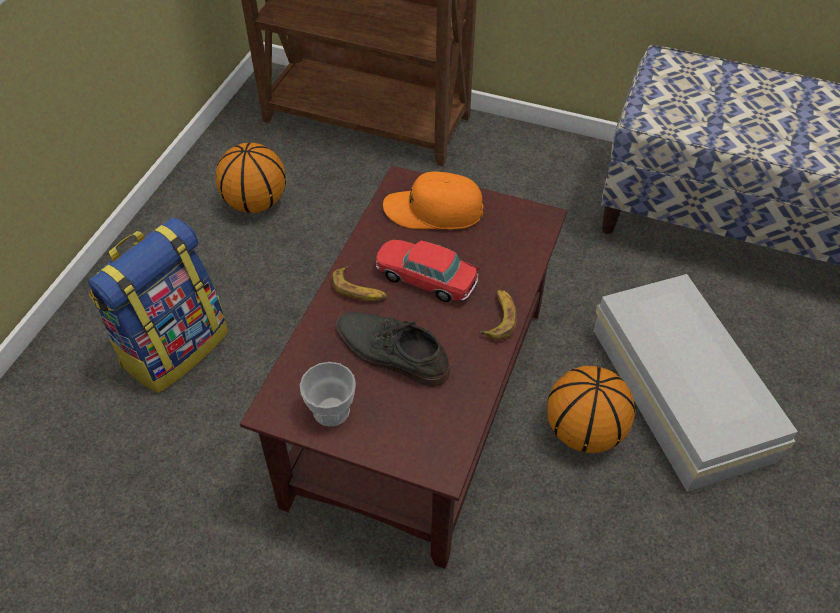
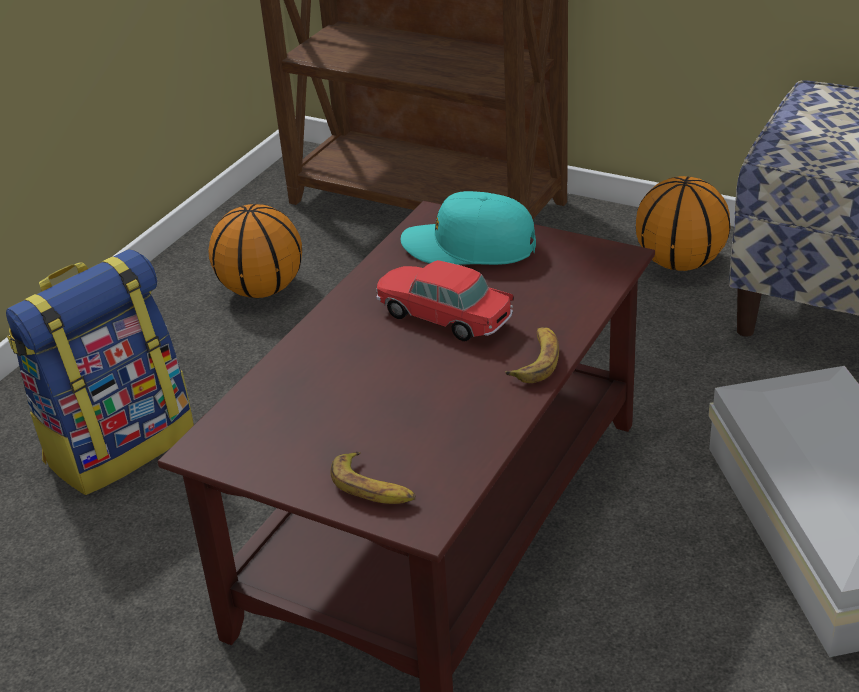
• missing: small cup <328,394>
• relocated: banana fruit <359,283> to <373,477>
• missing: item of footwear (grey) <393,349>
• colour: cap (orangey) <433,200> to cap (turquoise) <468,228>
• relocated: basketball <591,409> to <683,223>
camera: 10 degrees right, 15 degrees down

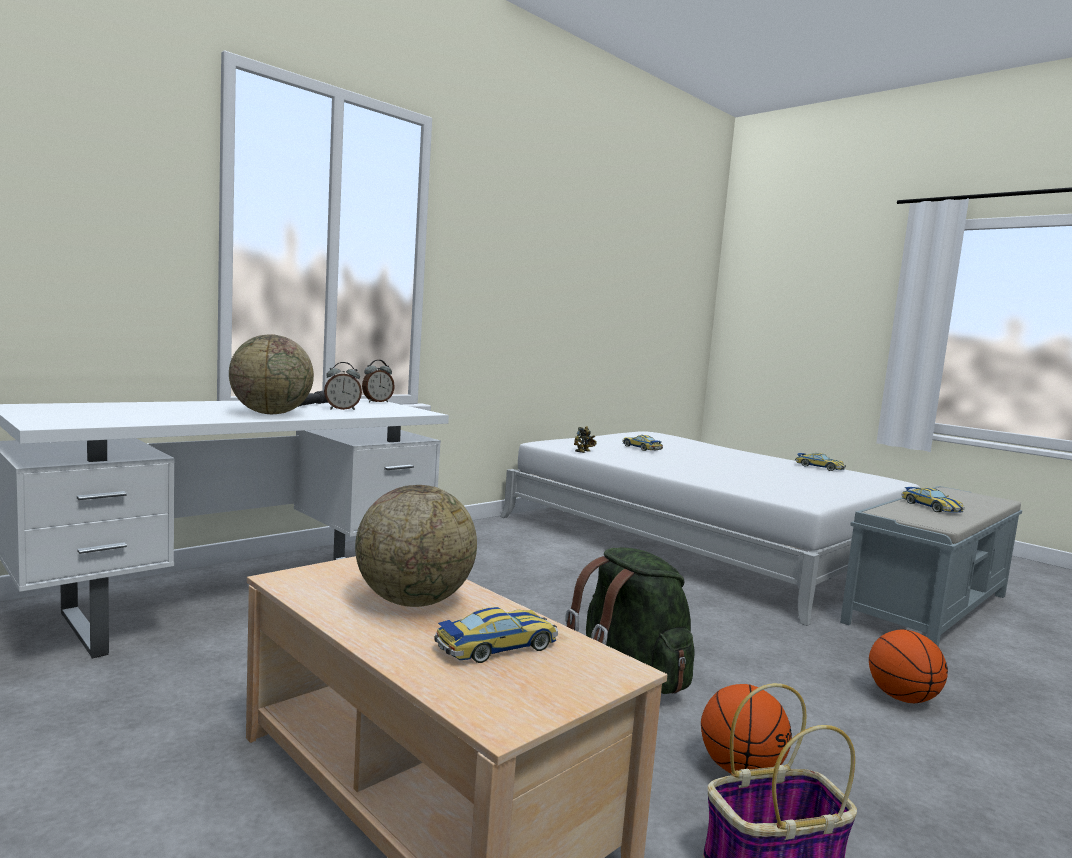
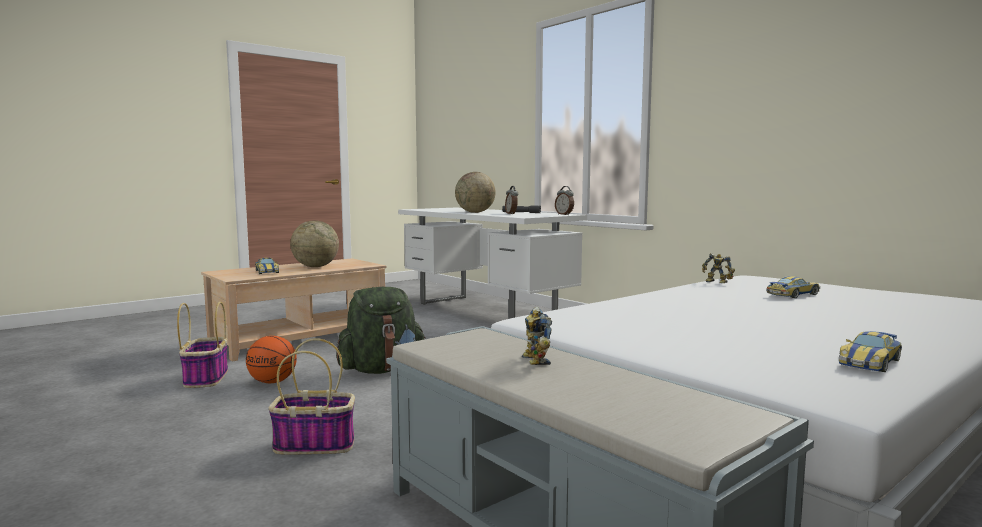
• exchanged: basketball <908,666> to storage basket <312,396>
• exchanged: toy car <933,499> to robot figure <537,336>
camera: 95 degrees right, 0 degrees up

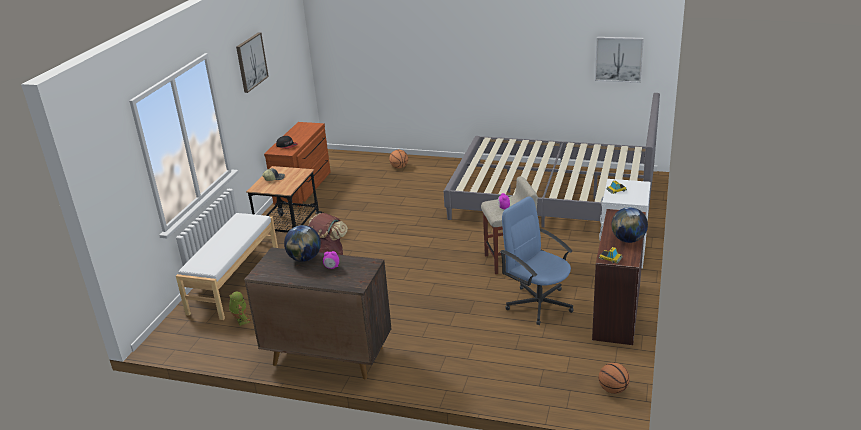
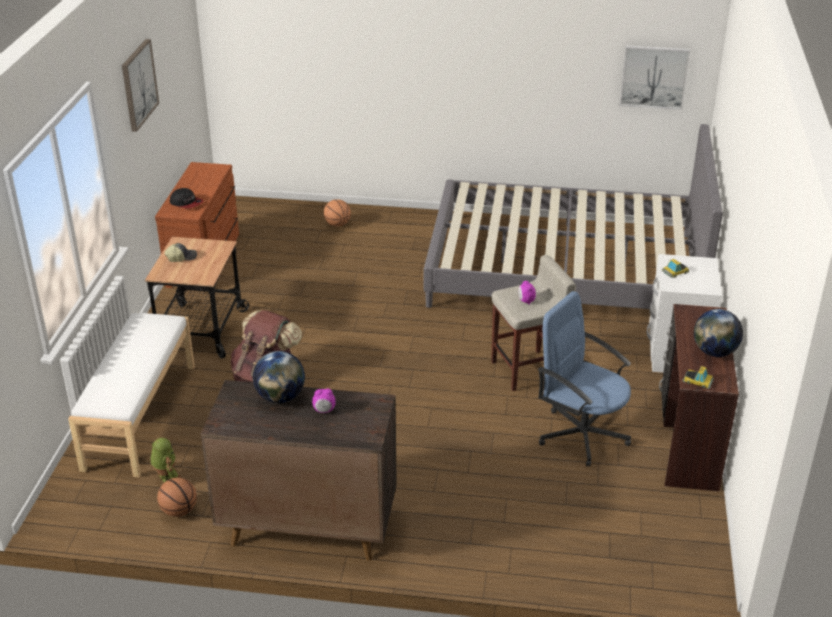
• relocated: basketball <614,378> to <177,497>
camera: 10 degrees left, 5 degrees up

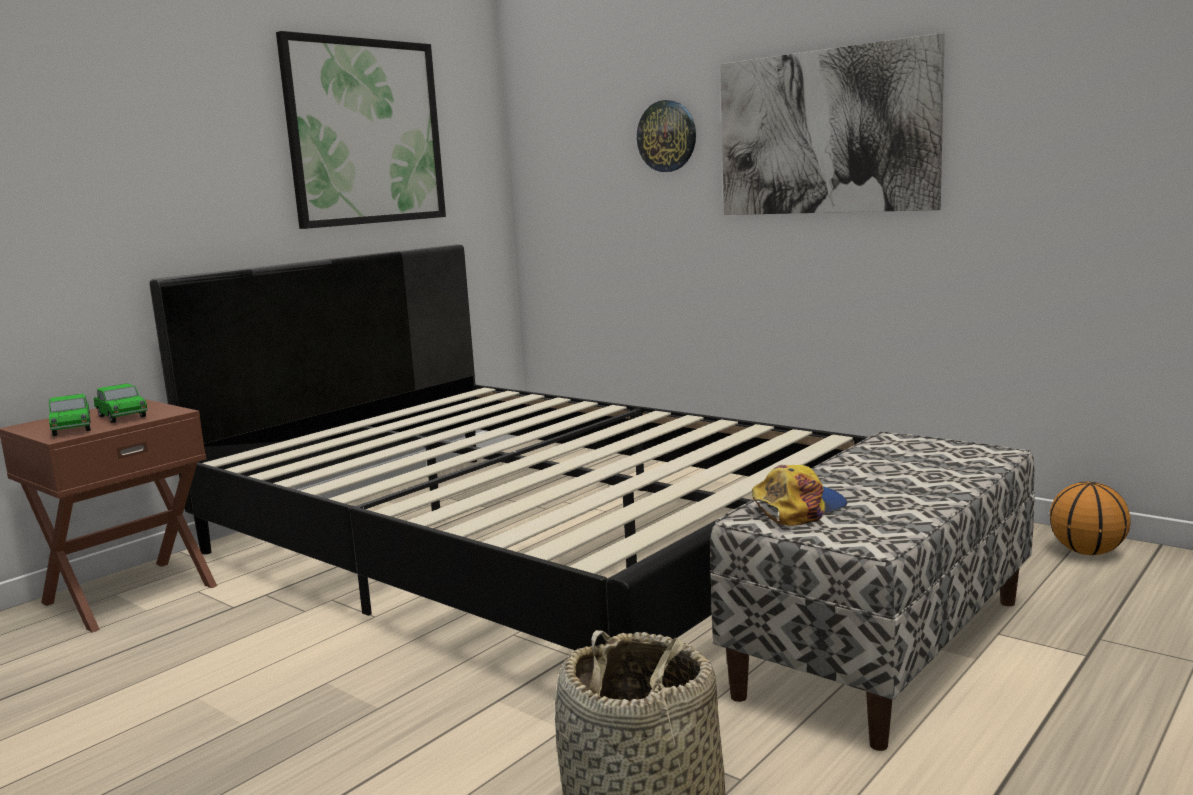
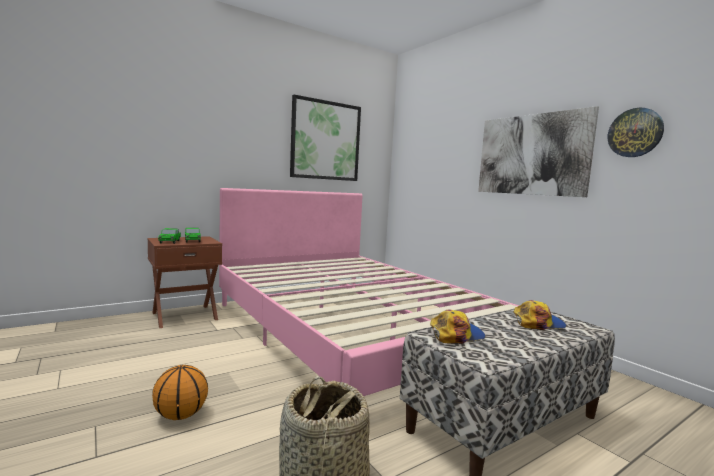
• colour: bed (blackish) <508,447> to bed (pink-coloured) <369,292>
• relocated: hanging clock <666,136> to <636,132>
• relocated: basketball <1090,518> to <180,392>
• appeared: cap <540,315>
camera: 15 degrees right, 5 degrees down

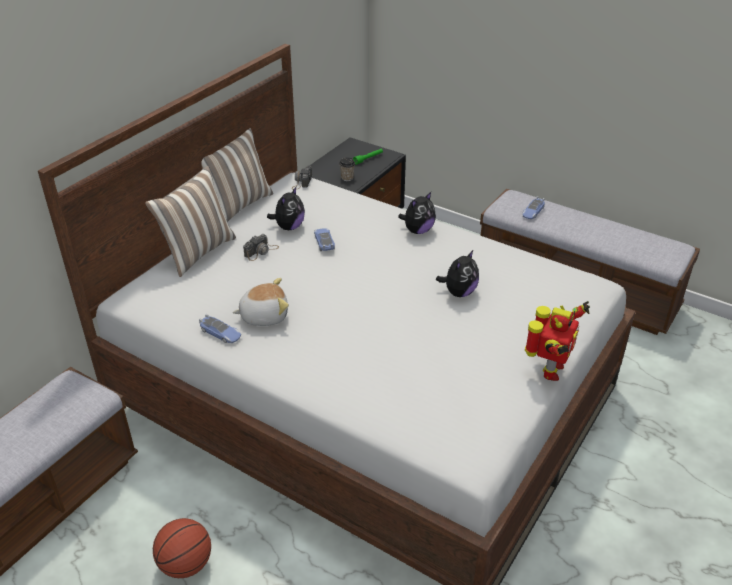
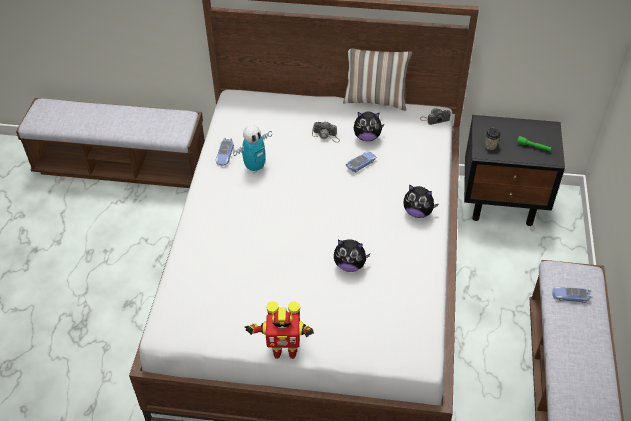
• missing: cushion <190,221>
• missing: basketball <182,548>
• exchanged: plush toy <260,302> to robot figure <252,149>
camera: 65 degrees right, 10 degrees up

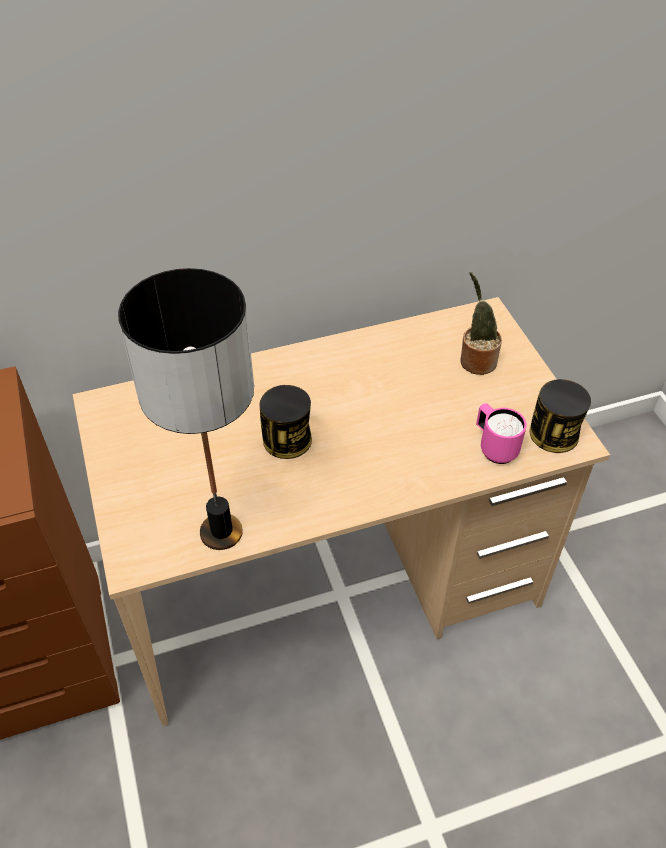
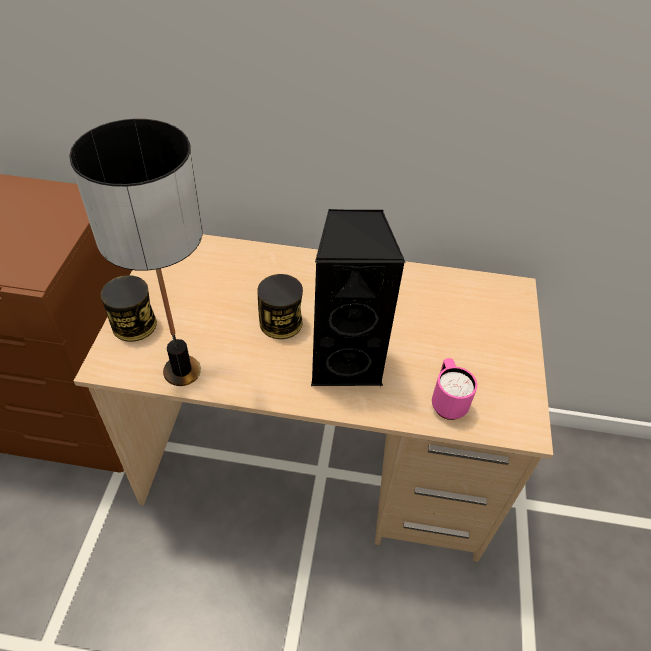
• missing: houseplant <481,323>
• relocated: can <560,416> to <129,308>
• appeared: speaker (blackish) <358,298>
camera: 25 degrees right, 0 degrees up

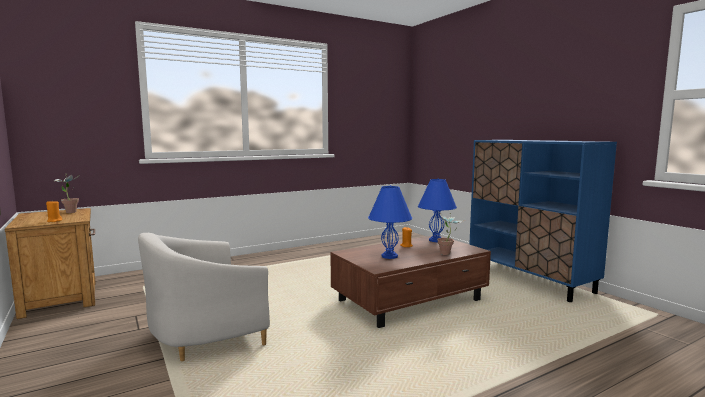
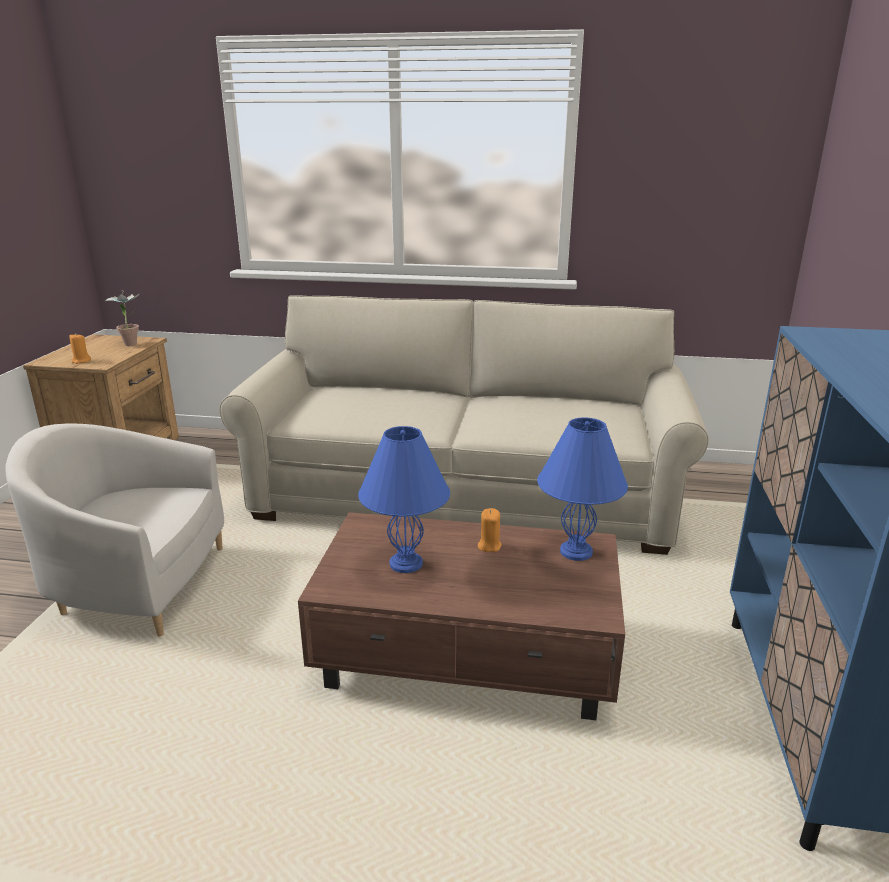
• missing: houseplant <451,233>
• appeared: sofa (beige) <464,425>
camera: 40 degrees right, 15 degrees up

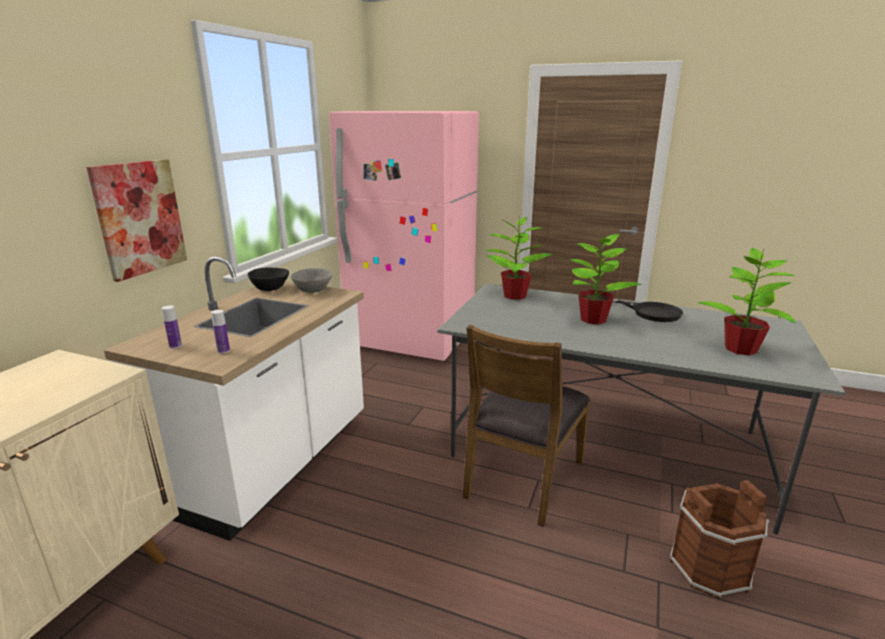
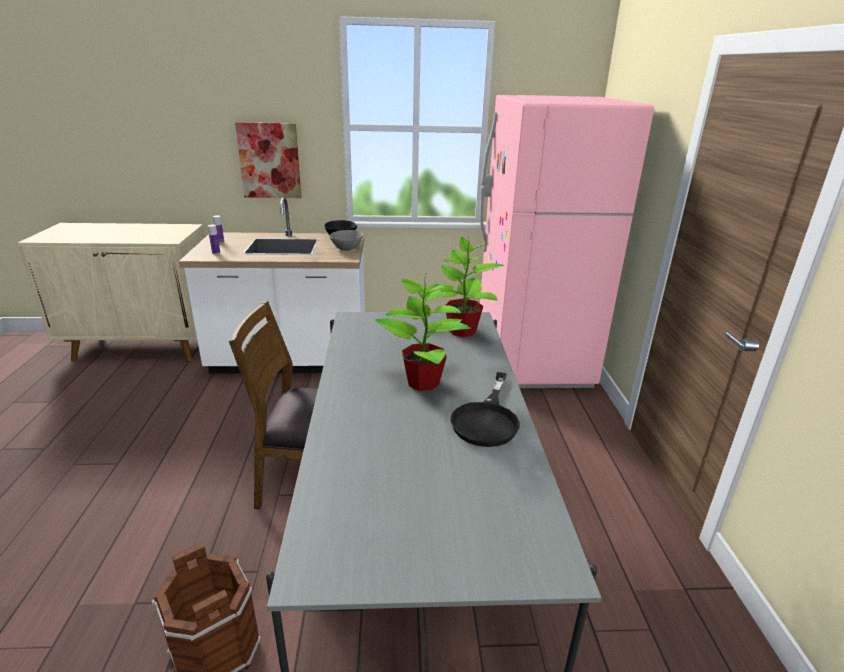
• missing: houseplant <747,301>
camera: 65 degrees right, 5 degrees up

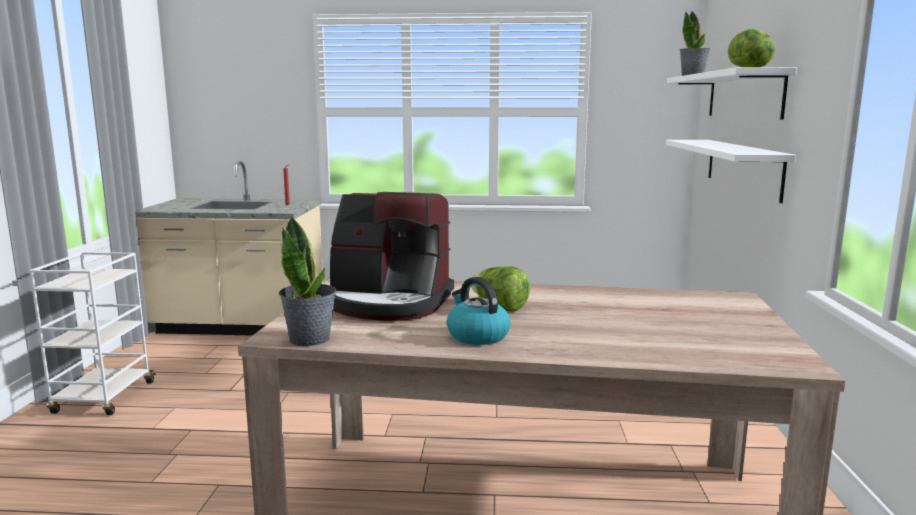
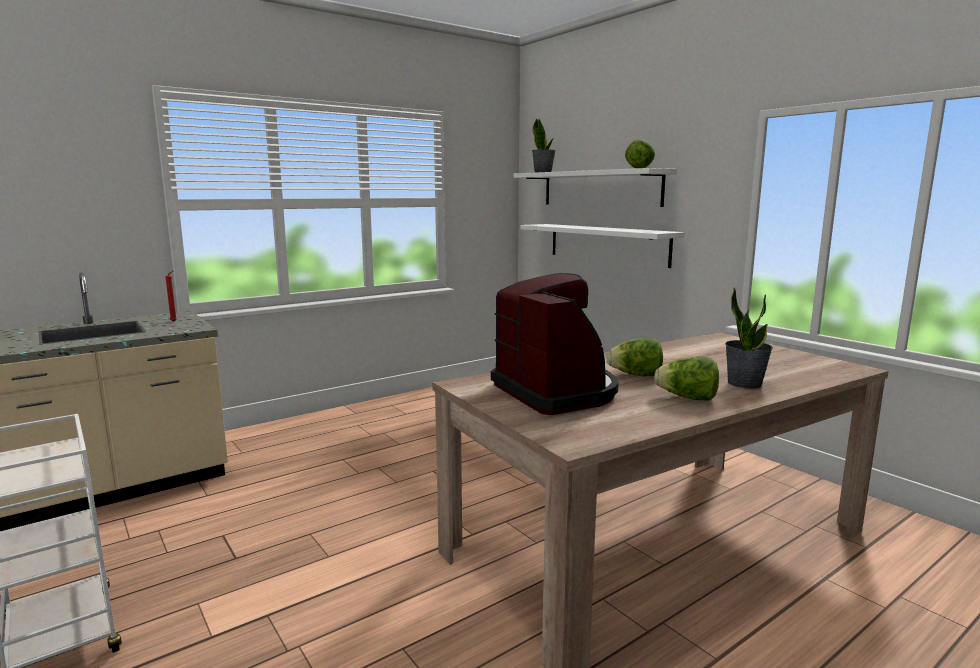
• relocated: houseplant <307,280> to <749,338>
• spun: coffee machine <392,256> = <555,344> 90 degrees counterclockwise
• exchanged: tea kettle <478,311> to lettuce <686,378>
camera: 40 degrees left, 0 degrees up

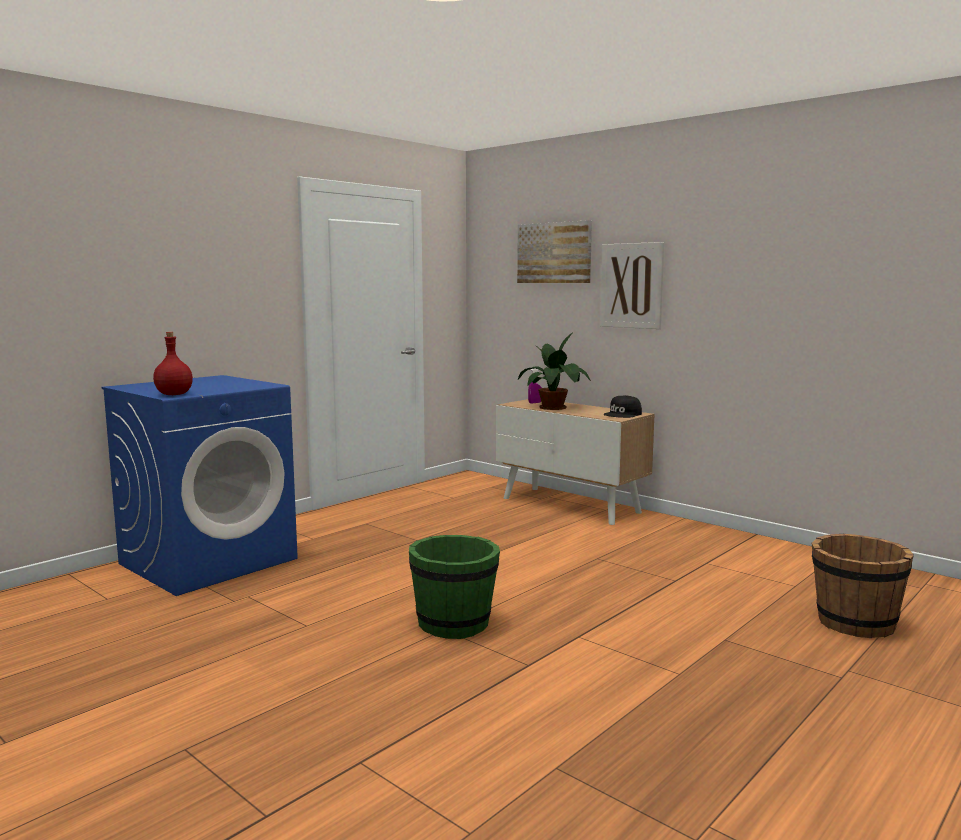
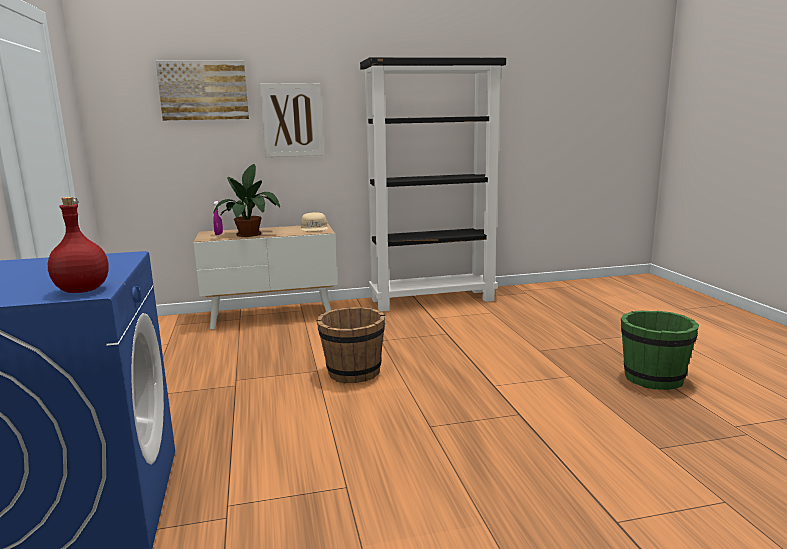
• relocated: bucket (green) <454,587> to <660,350>
• colour: cap (blackish) <622,406> to cap (beige) <314,221>
• relocated: bucket (brown-coloured) <863,586> to <351,345>
• appeared: shelving unit (blackish) <433,184>
camera: 55 degrees left, 5 degrees up

